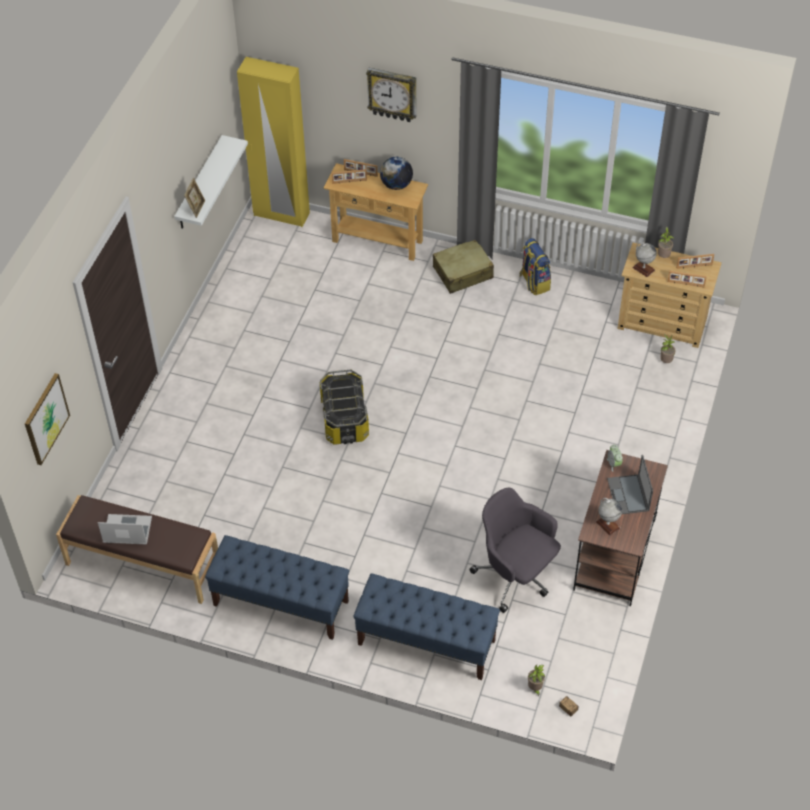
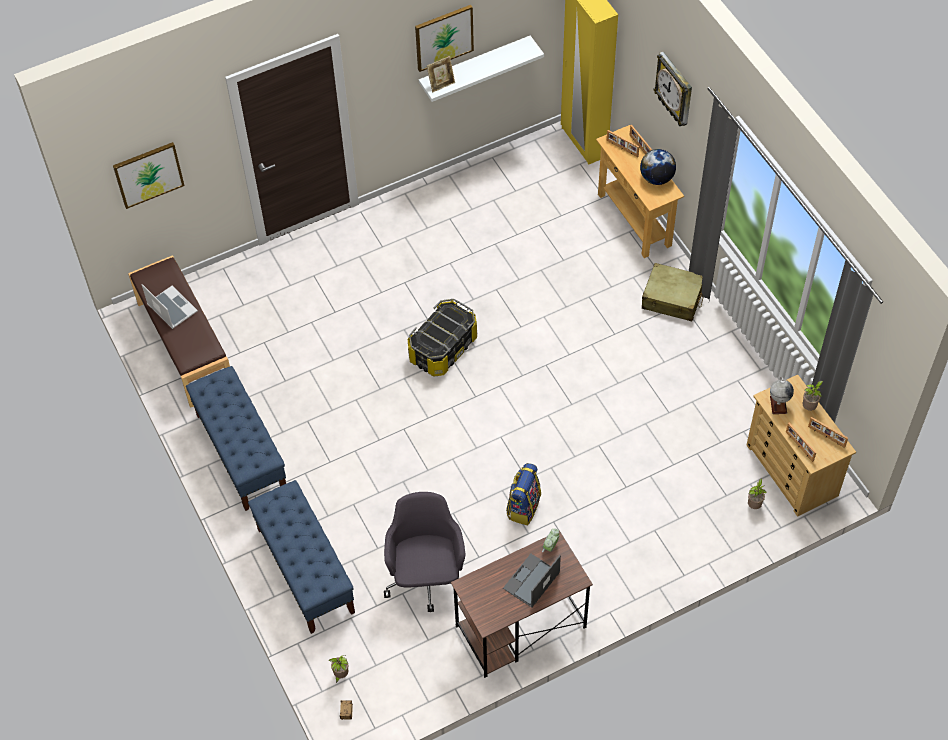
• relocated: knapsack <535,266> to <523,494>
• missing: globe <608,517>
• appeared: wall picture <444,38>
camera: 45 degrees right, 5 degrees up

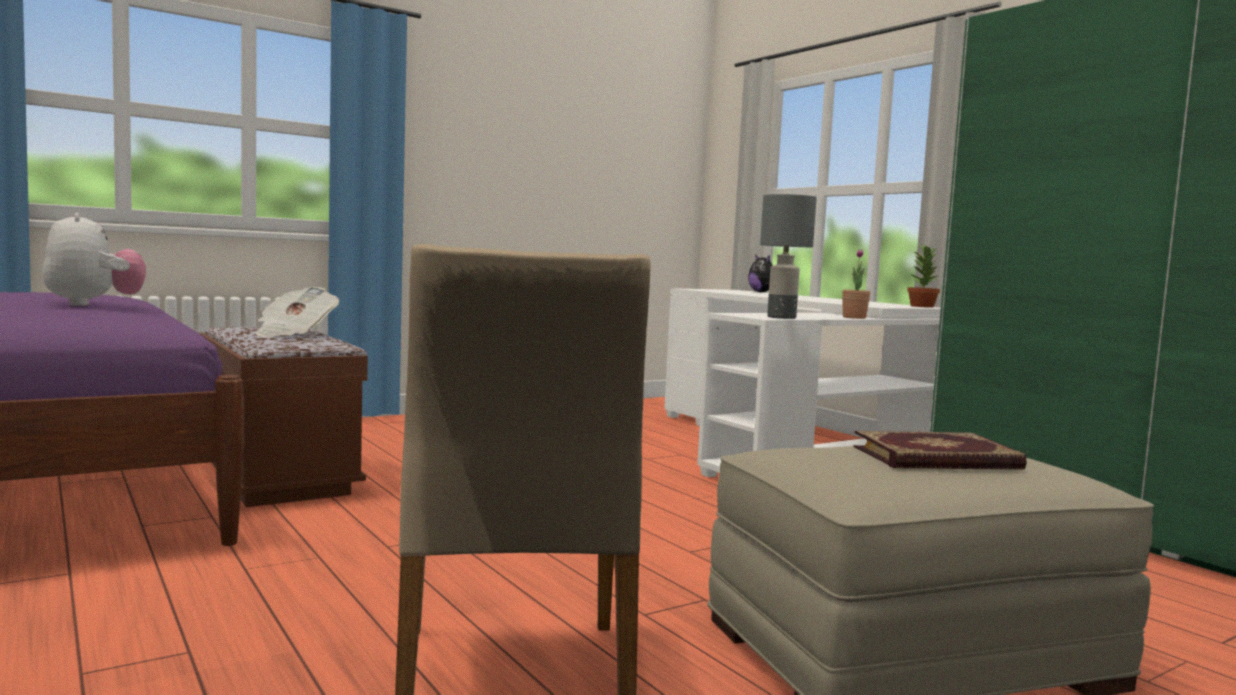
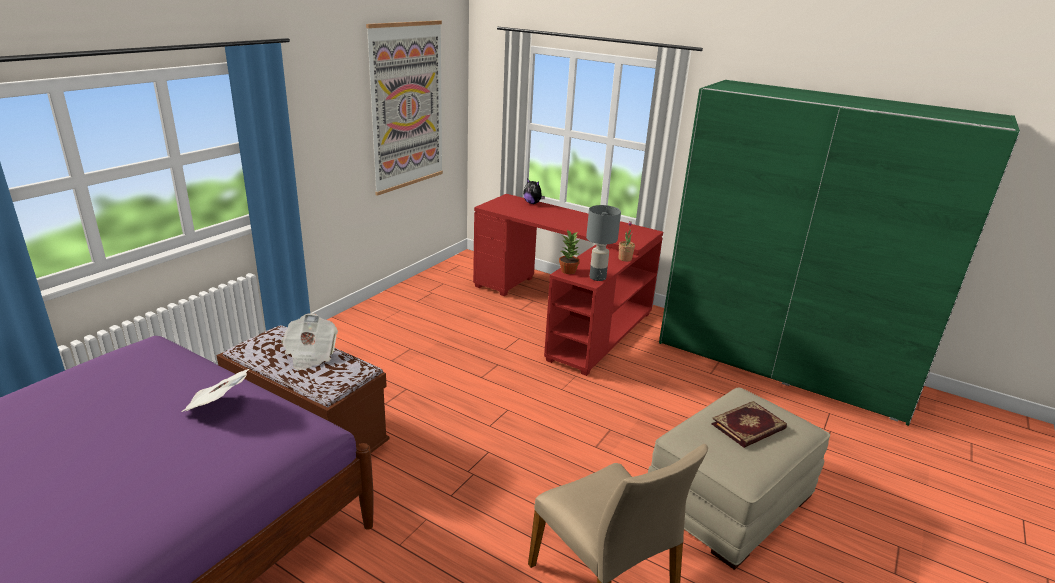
• exchanged: plush toy <94,259> to daily paper <215,390>
• colour: desk (white-coloured) <802,382> to desk (red-coloured) <568,285>
• relocated: houseplant <923,276> to <569,251>
• appeared: wall picture <404,108>
camera: 25 degrees left, 20 degrees up

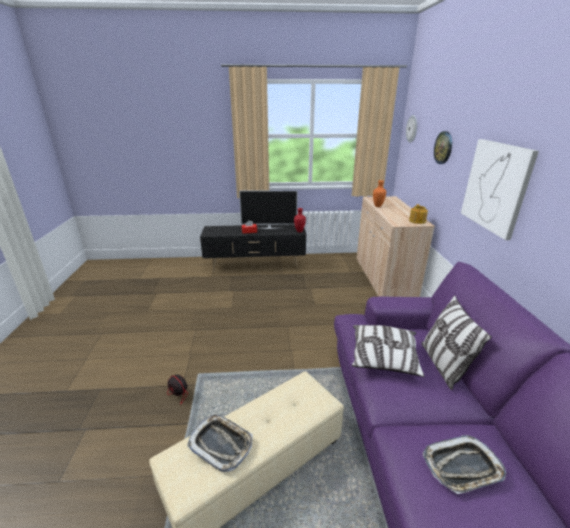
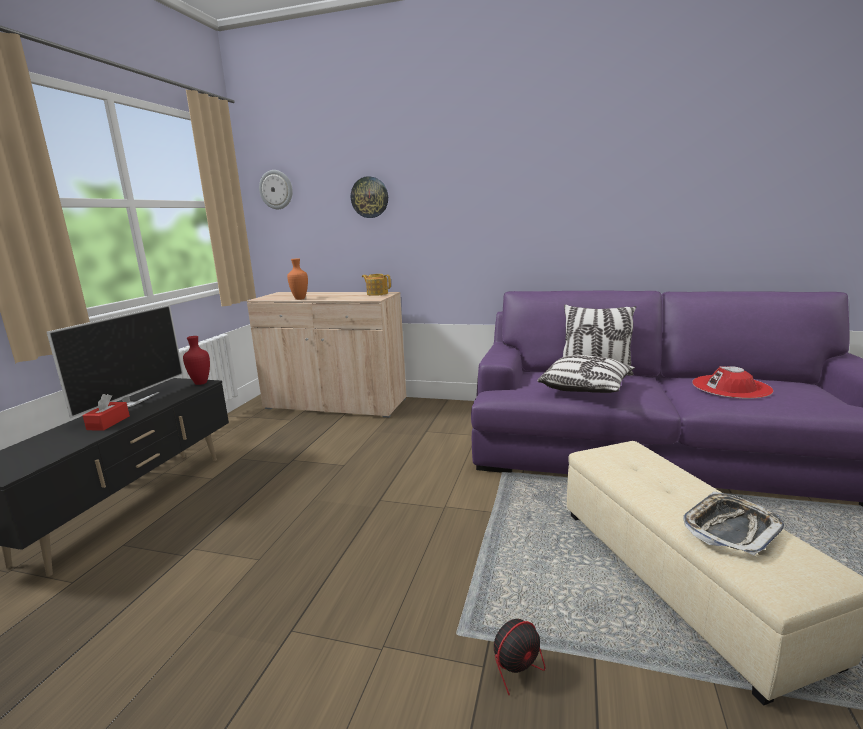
• exchanged: serving tray <464,464> to wearable hat (red-coloured) <732,382>
• missing: wall picture <500,189>
camera: 70 degrees left, 10 degrees down

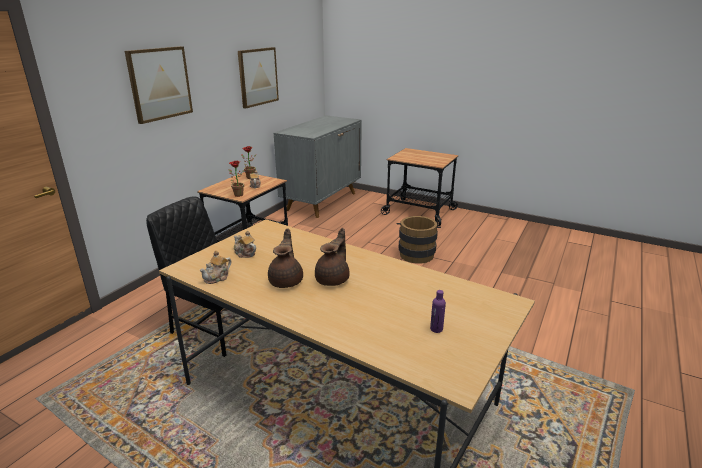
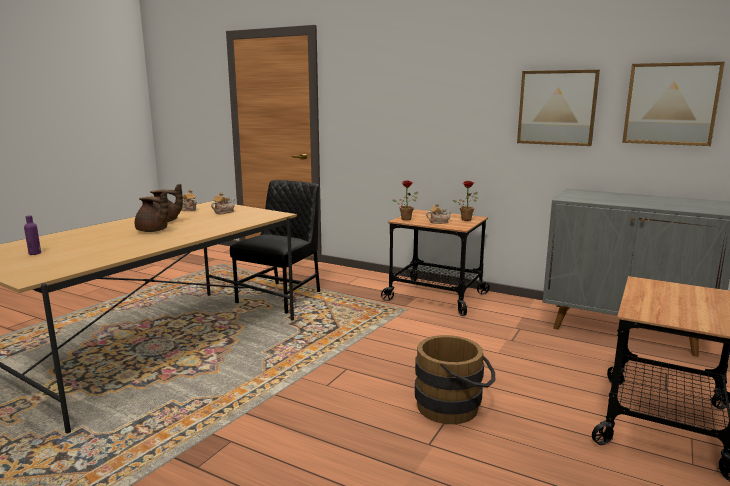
• relocated: wall picture <159,85> to <673,104>
camera: 90 degrees right, 10 degrees down

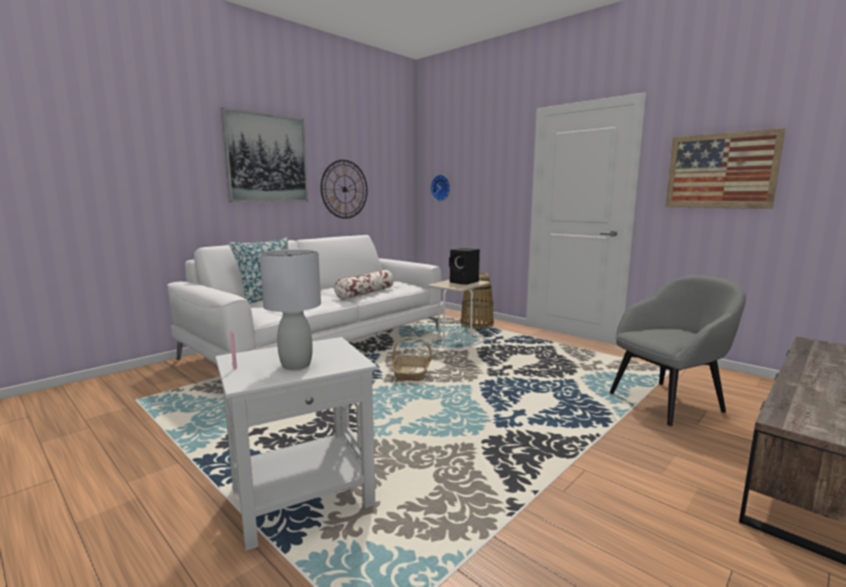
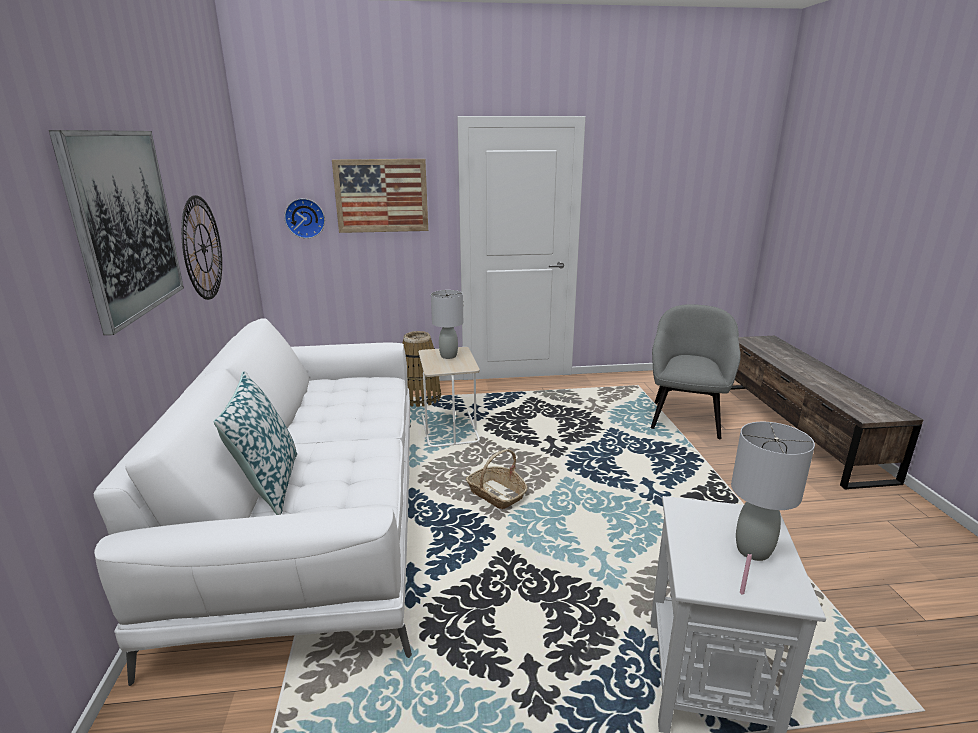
• missing: cushion <364,285>
• exchanged: speaker (blackish) <464,266> to table lamp (grey) <447,324>
• relocated: wall picture <725,168> to <380,196>
camera: 50 degrees left, 10 degrees up

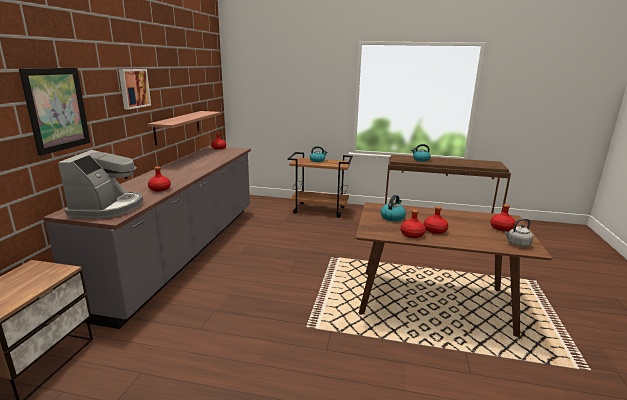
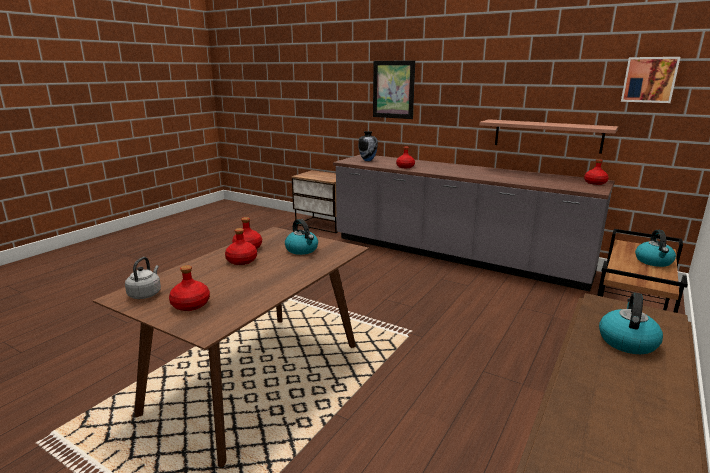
• exchanged: coffee machine <100,184> to flower vase <368,146>
• relocated: wall picture <135,89> to <650,80>
camera: 110 degrees right, 0 degrees up

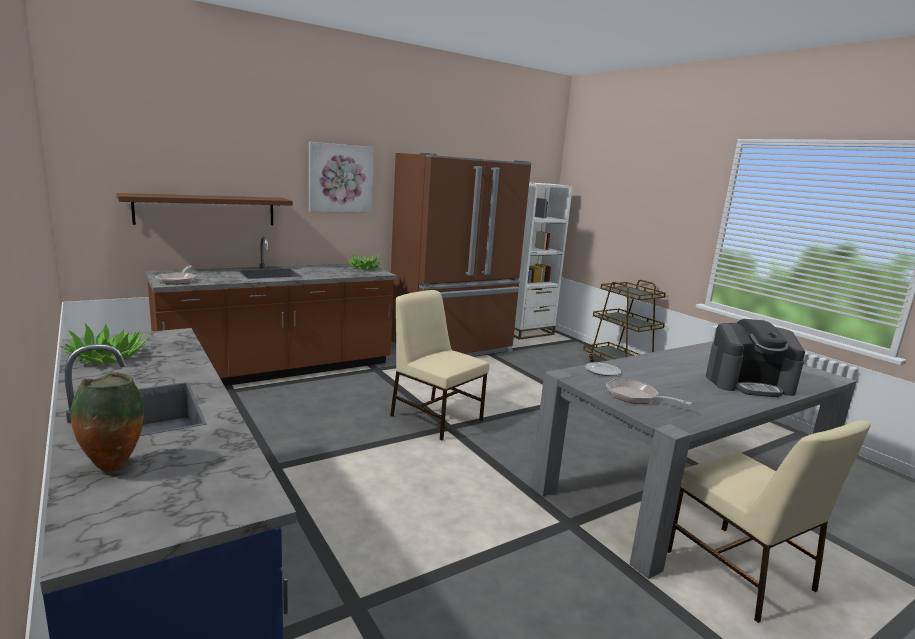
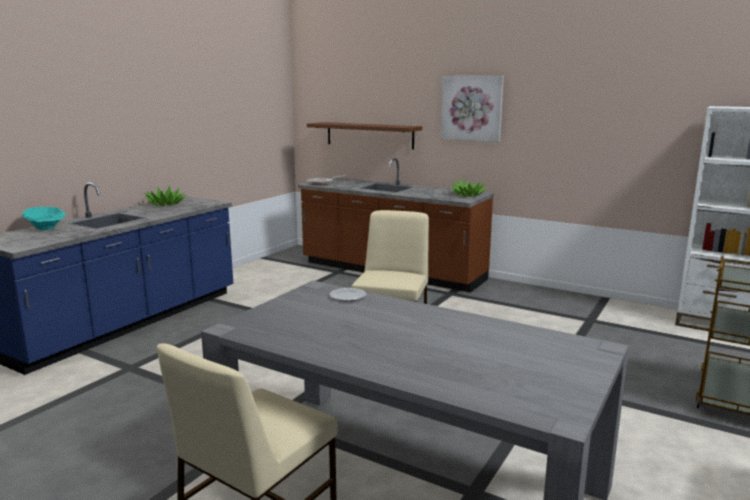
• exchanged: flower vase <107,422> to bowl (turquoise) <44,218>
• missing: kitchen fridge (brown-coloured) <461,254>
• missing: skillet <649,392>
• missing: coffee machine <755,358>
camera: 65 degrees right, 0 degrees up

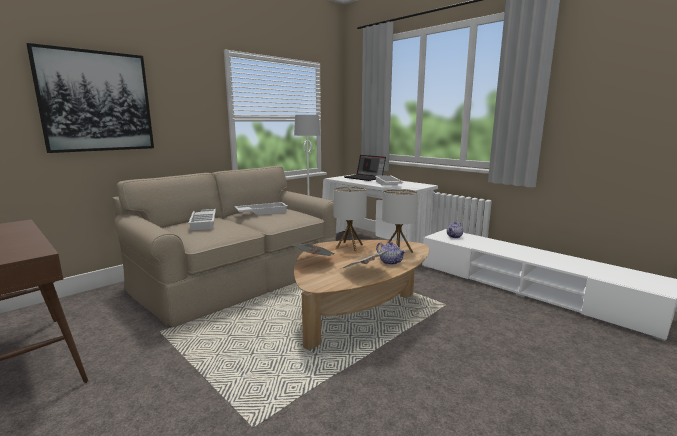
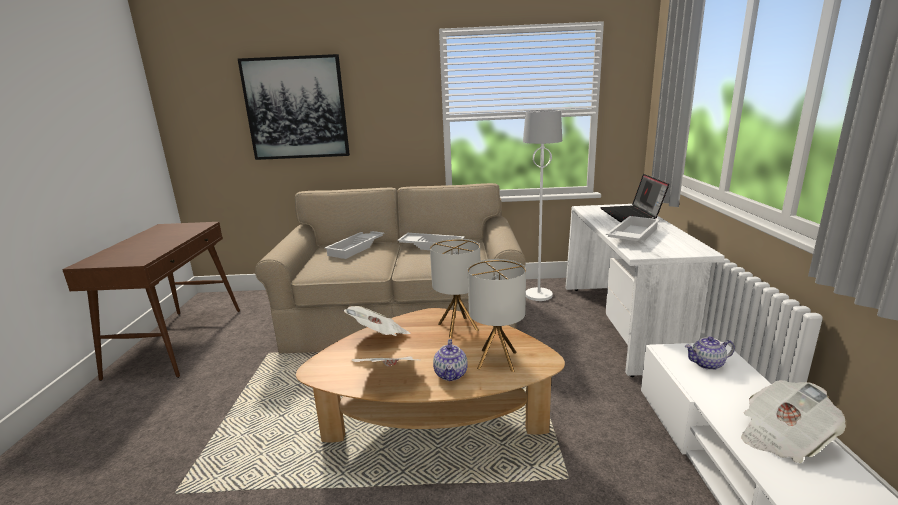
• appeared: daily paper <793,421>
camera: 45 degrees right, 5 degrees up

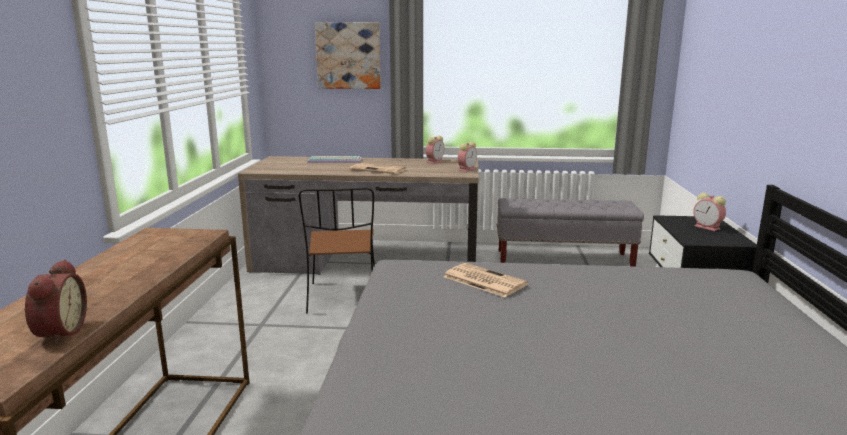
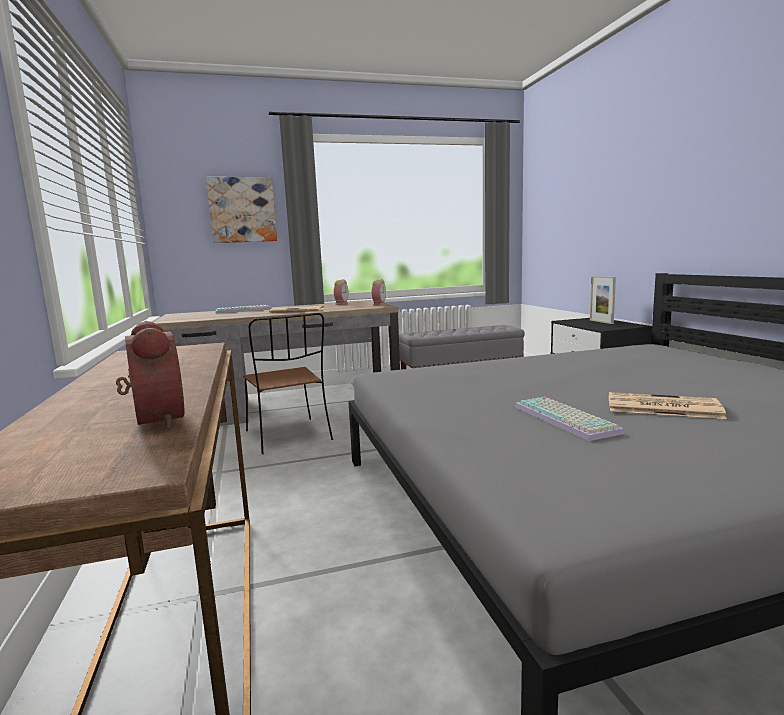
• relocated: daily paper <485,280> to <668,405>
• exchanged: bedside clock <709,212> to picture frame <603,300>
• appeared: PC keyboard <569,419>
camera: 20 degrees left, 5 degrees down

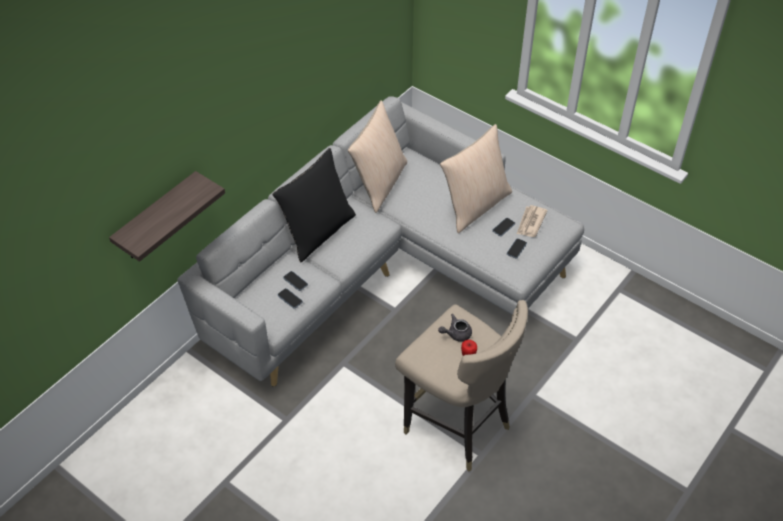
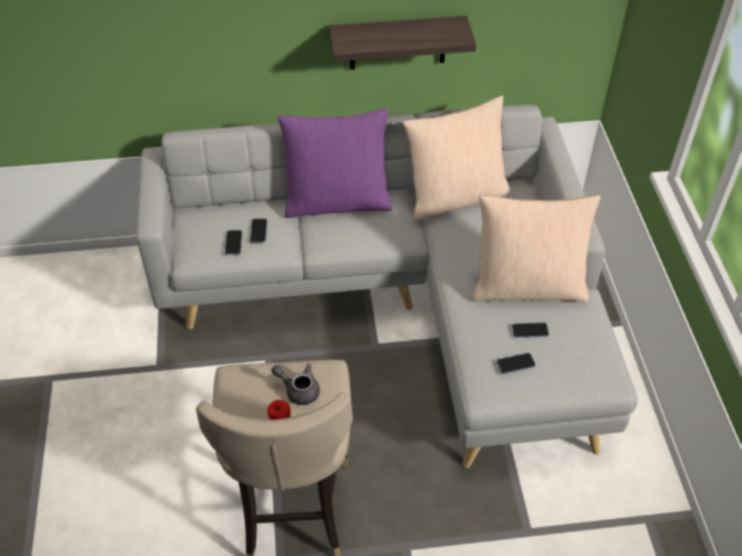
• relocated: shelf <167,216> to <402,43>
• colour: cushion (blackish) <314,205> to cushion (purple) <335,163>
• missing: daily paper <532,221>
camera: 45 degrees right, 0 degrees up

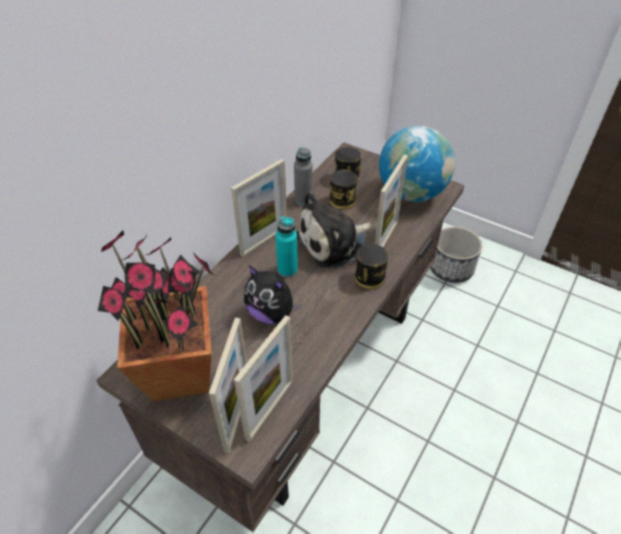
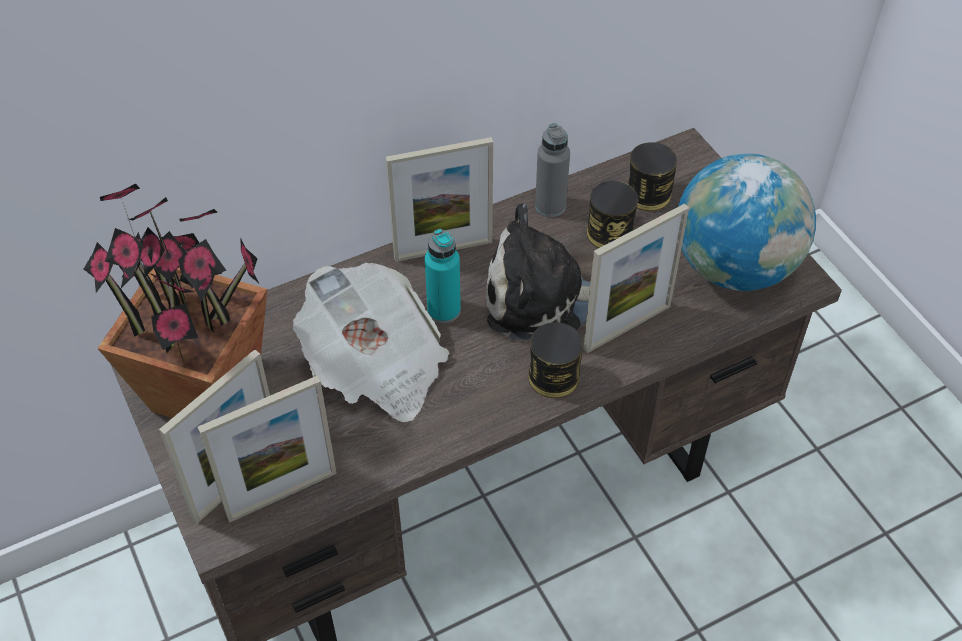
• exchanged: plush toy <273,294> to daily paper <371,342>
• missing: planter <456,254>
camera: 30 degrees right, 5 degrees up

